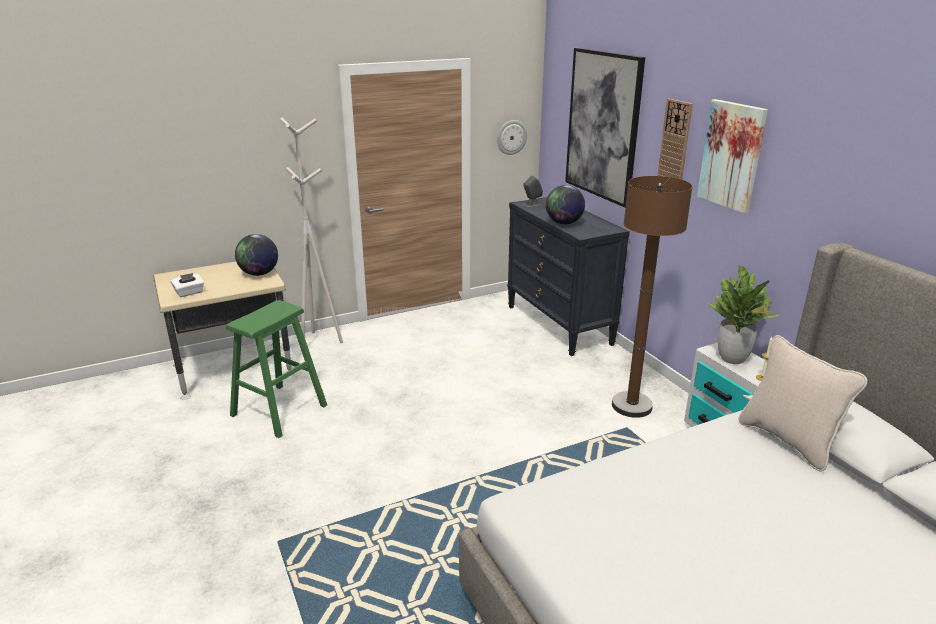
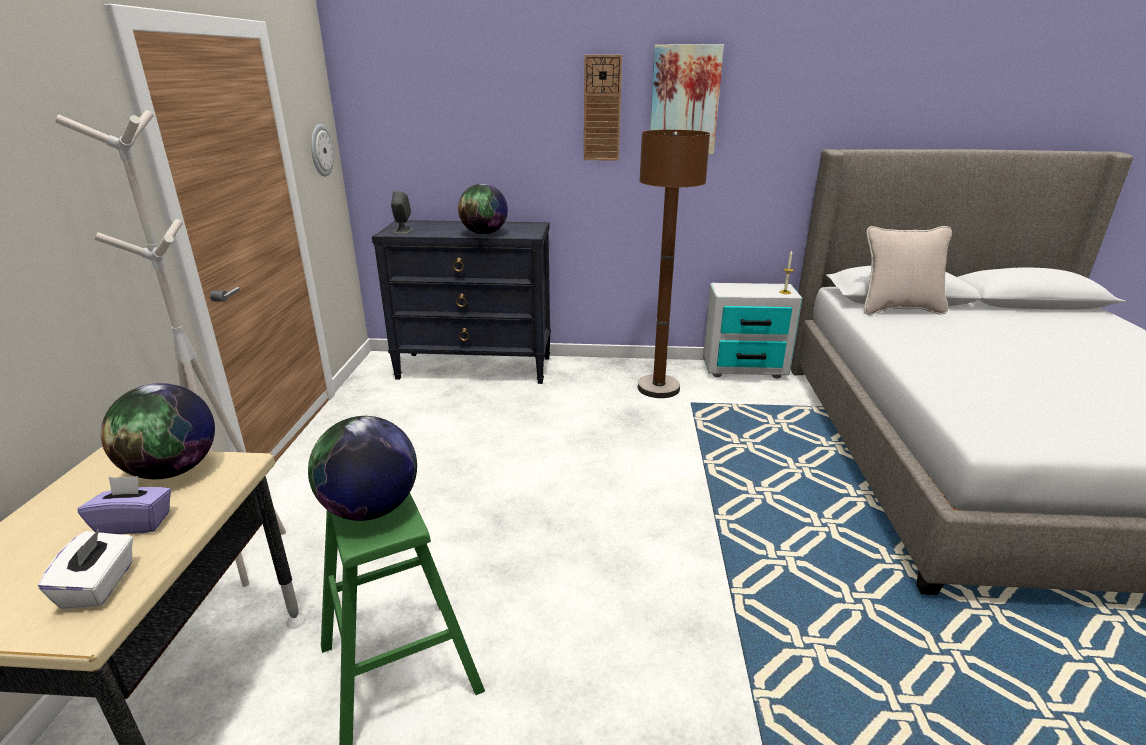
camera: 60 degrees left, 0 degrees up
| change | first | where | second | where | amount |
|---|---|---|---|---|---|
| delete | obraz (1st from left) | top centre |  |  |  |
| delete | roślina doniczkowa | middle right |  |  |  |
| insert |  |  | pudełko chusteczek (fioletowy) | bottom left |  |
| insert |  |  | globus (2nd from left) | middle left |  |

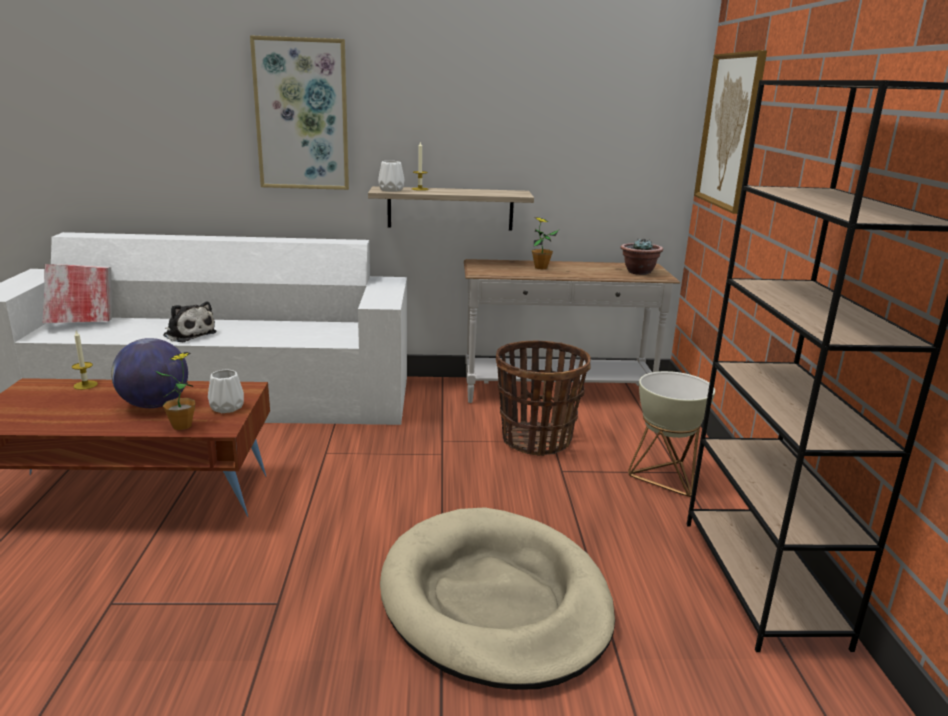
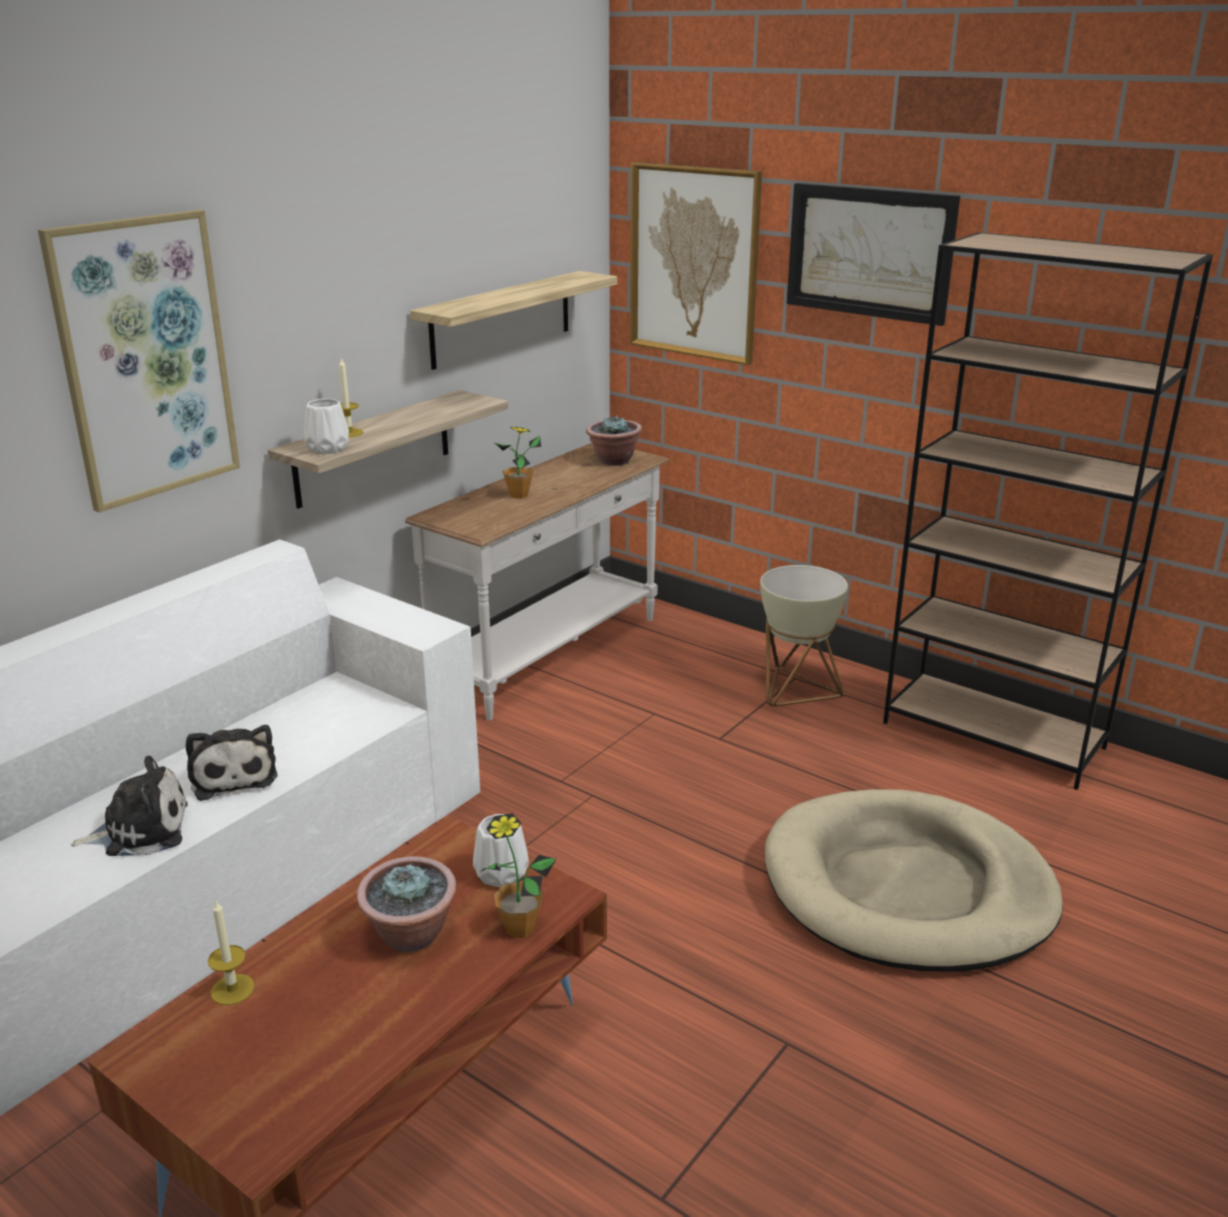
camera: 50 degrees left, 5 degrees up
| change | first | where | second | where | amount |
|---|---|---|---|---|---|
| delete | koszyk | centre |  |  |  |
| insert |  |  | pluszak (2nd from left) | middle left |  |
| insert |  |  | półka (2nd from left) | top centre |  |
| insert |  |  | obraz (3rd from left) | top right |  |
| replace | globus | middle left | roślina doniczkowa (1st from left) | bottom left |  |

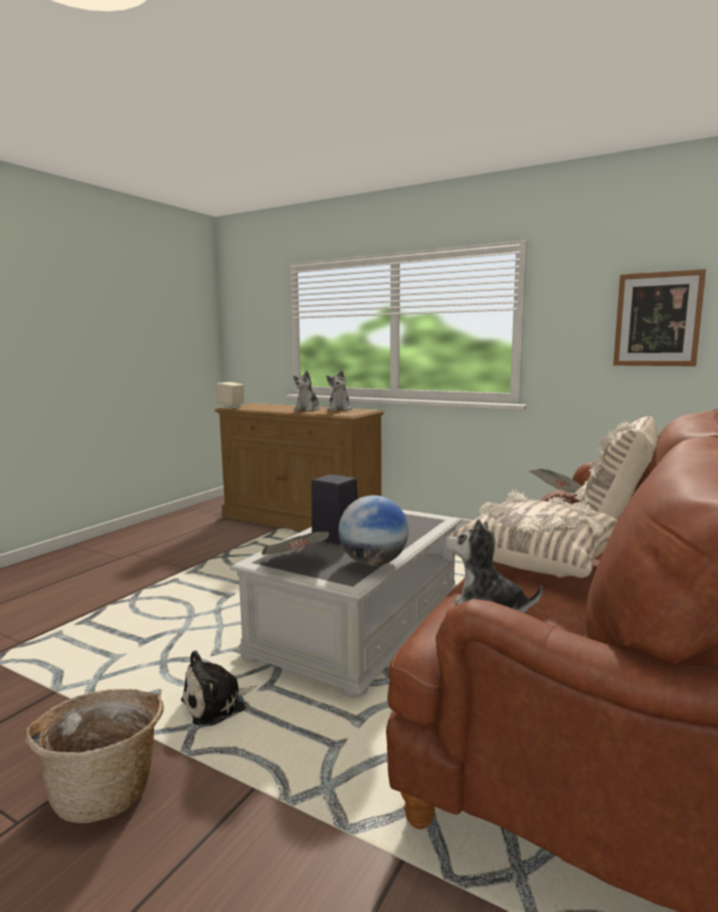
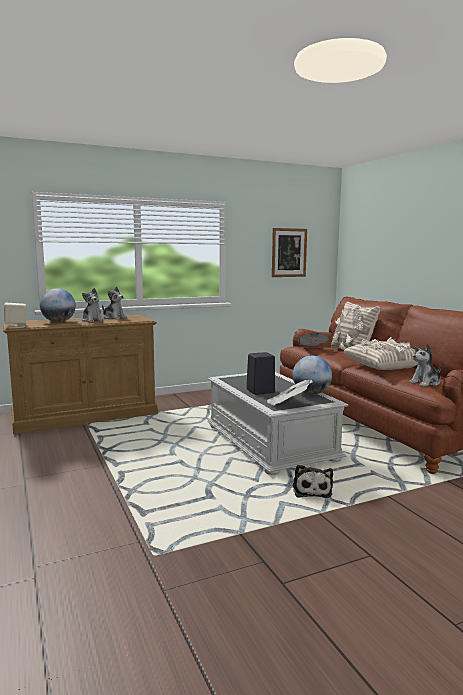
camera: 55 degrees left, 0 degrees up
| change | first | where | second | where | amount |
|---|---|---|---|---|---|
| delete | koszyk | bottom left |  |  |  |
| insert |  |  | globus (1st from left) | middle left |  |

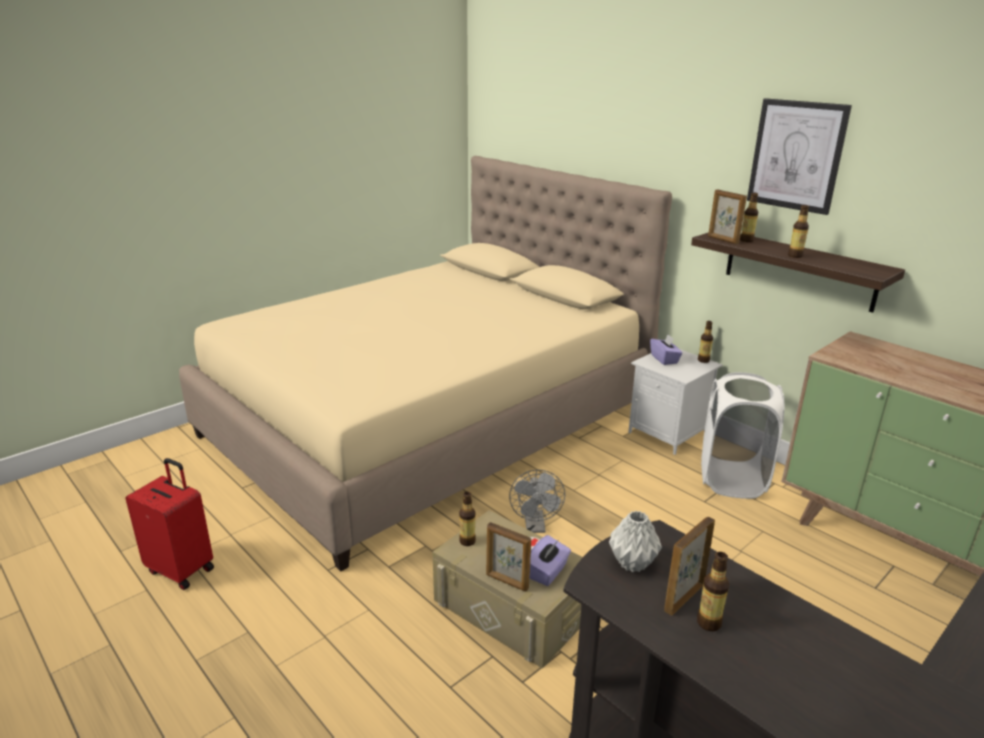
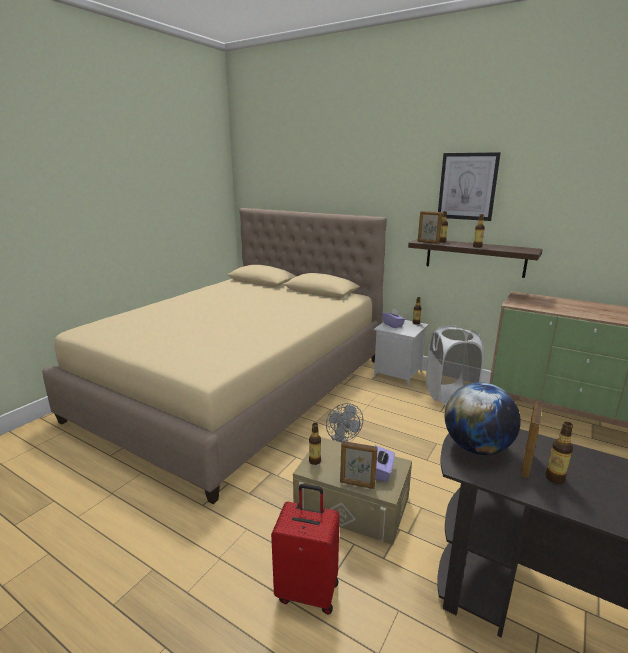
camera: 15 degrees left, 5 degrees down
| change | first | where | second | where | amount |
|---|---|---|---|---|---|
| move | walizka (czerwony) | bottom left |  | bottom centre |  |
| replace | wazon (szary) | bottom centre | globus | middle right |  |

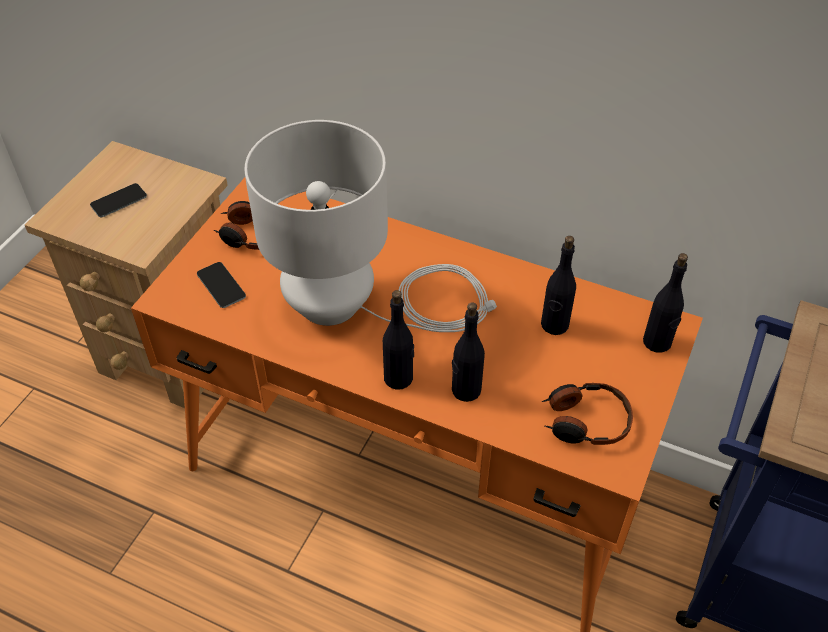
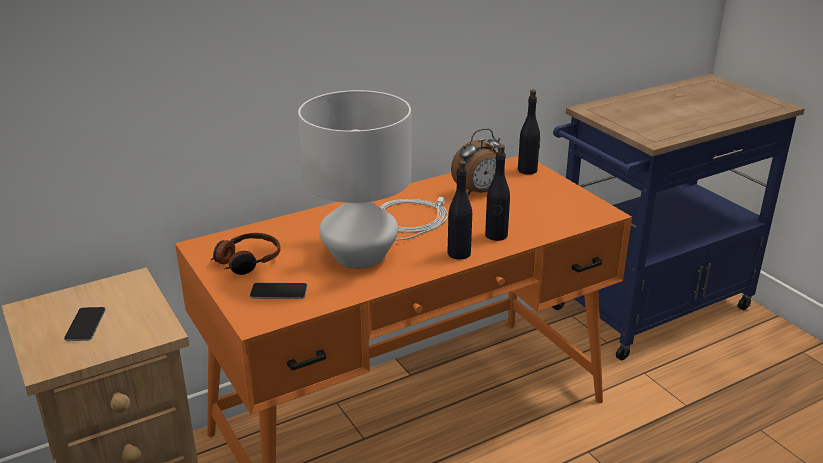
camera: 55 degrees left, 20 degrees down
| change | first | where | second | where | amount |
|---|---|---|---|---|---|
| delete | słuchawki (2nd from left) | middle right |  |  |  |
| replace | butelka (czarny) (3rd from left) | middle right | budzik | centre |  |

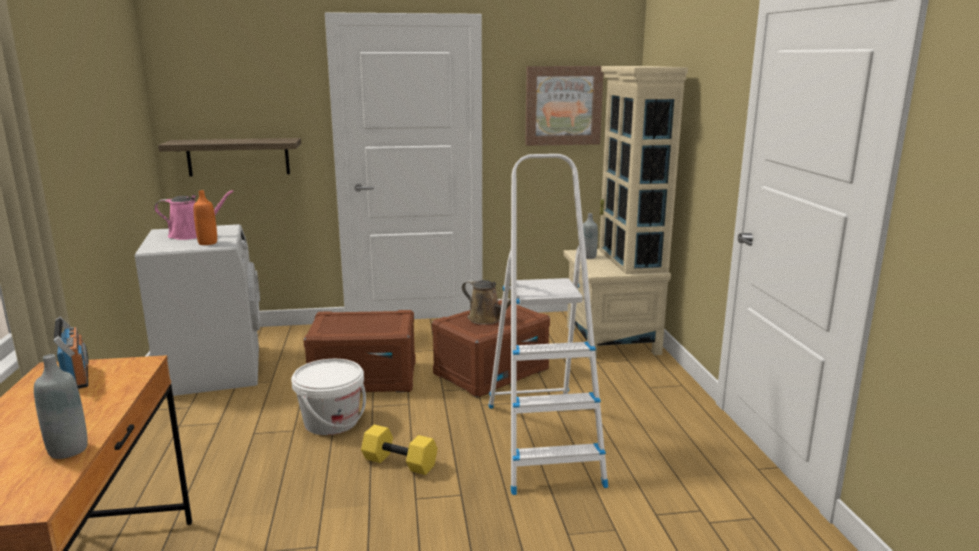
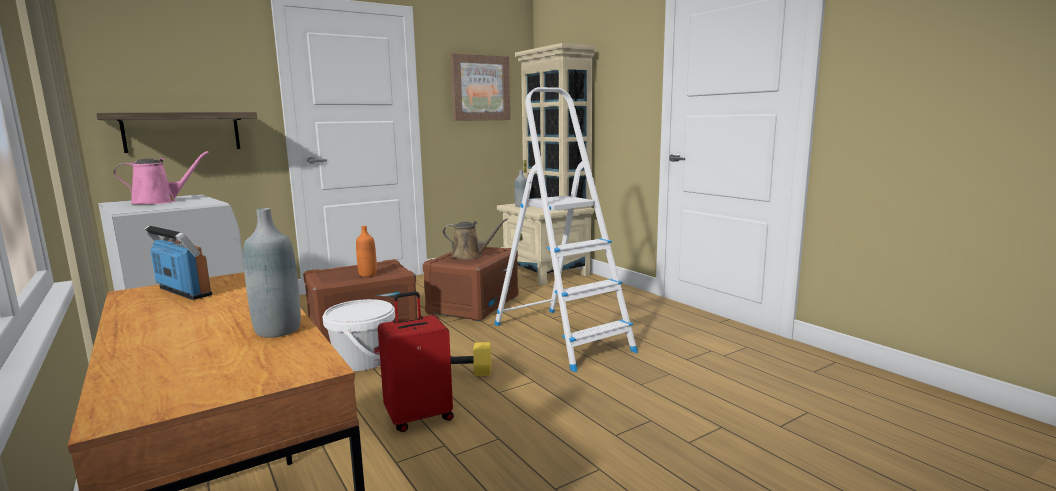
camera: 25 degrees left, 5 degrees down
| change | first | where | second | where | amount |
|---|---|---|---|---|---|
| insert |  |  | walizka (czerwony) | bottom centre |  |
| move | butelka (pomarańczowy) | middle left |  | centre |  |

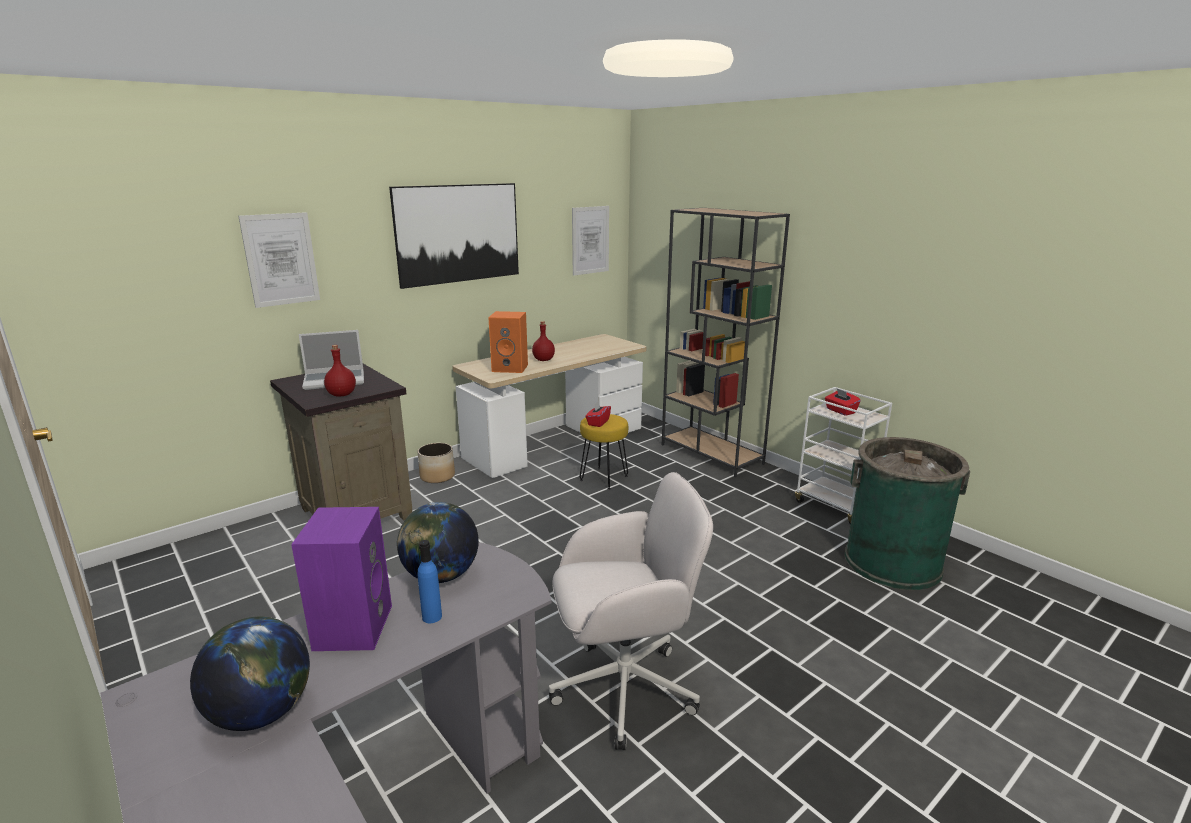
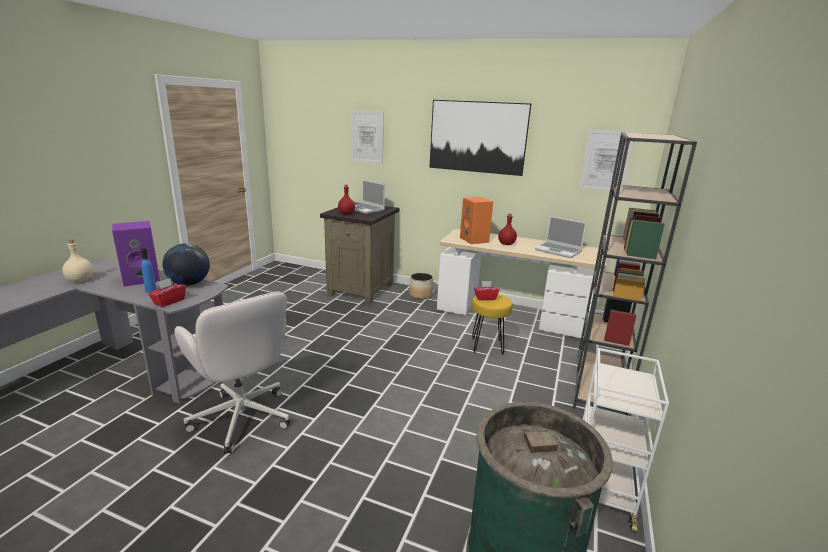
camera: 60 degrees right, 0 degrees up
| change | first | where | second | where | amount |
|---|---|---|---|---|---|
| insert |  |  | laptop (2nd from left) | middle right |  |
| move | pudełko chusteczek (czerwony) (2nd from left in the first image) | middle right | pudełko chusteczek (czerwony) (1st from left) | middle left |  |
| replace | globus (1st from left) | bottom left | butelka (beżowy) | middle left |  |

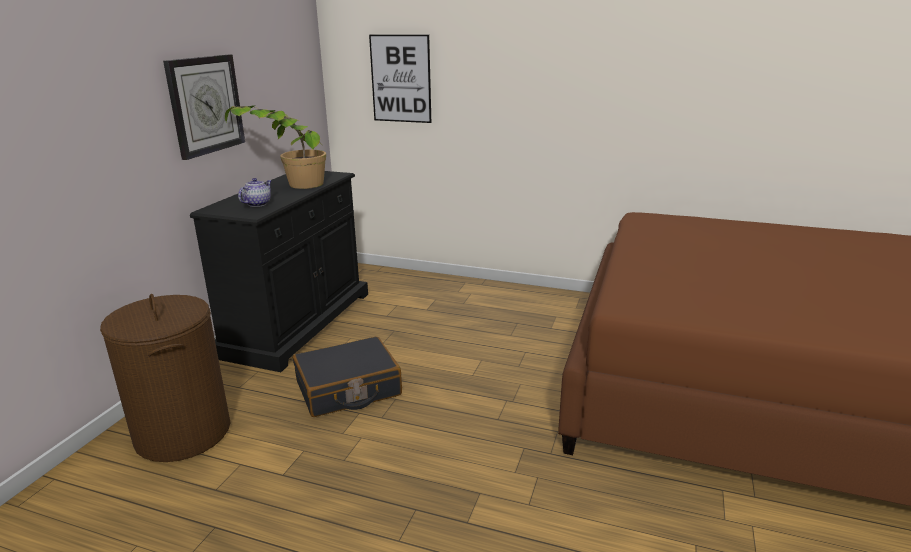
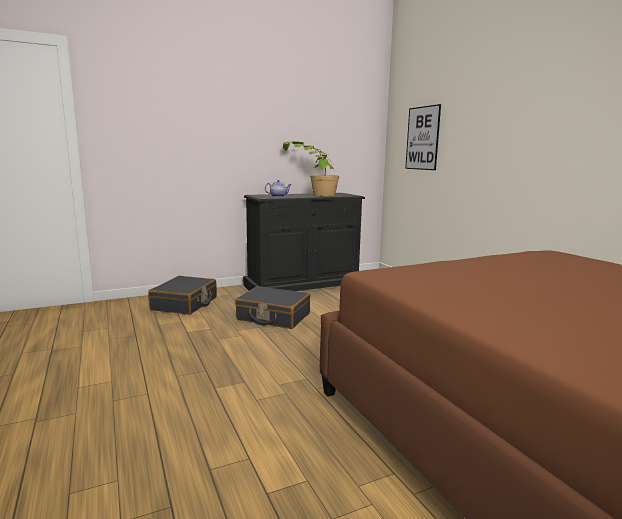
camera: 45 degrees right, 10 degrees down
| change | first | where | second | where | amount |
|---|---|---|---|---|---|
| delete | zegar ścienny | top left |  |  |  |
| replace | kosz na pranie (brązowy) | bottom left | walizka (czarny) (1st from left) | middle left |  |

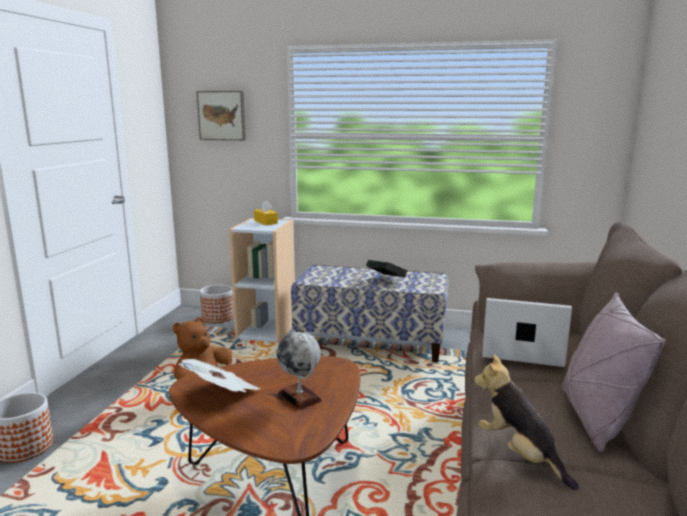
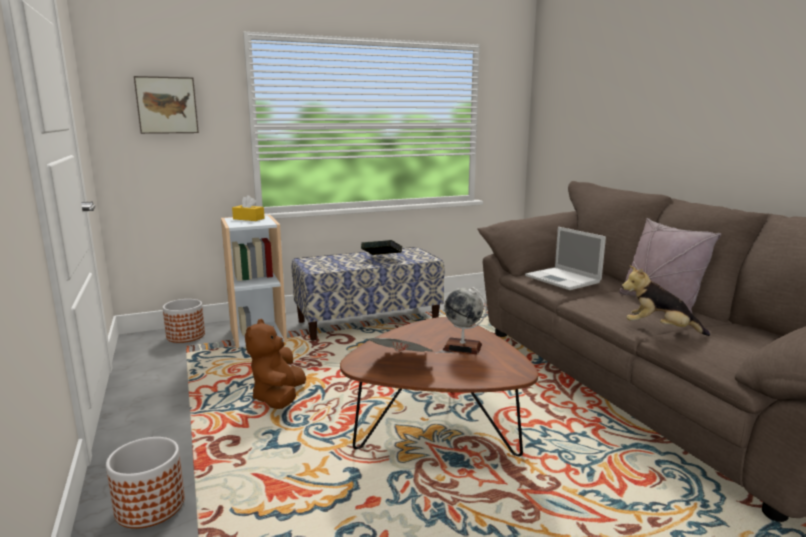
camera: 35 degrees left, 0 degrees up
| change | first | where | second | where | amount |
|---|---|---|---|---|---|
| rotate | laptop | middle right |  | middle right | 105 degrees counterclockwise |

